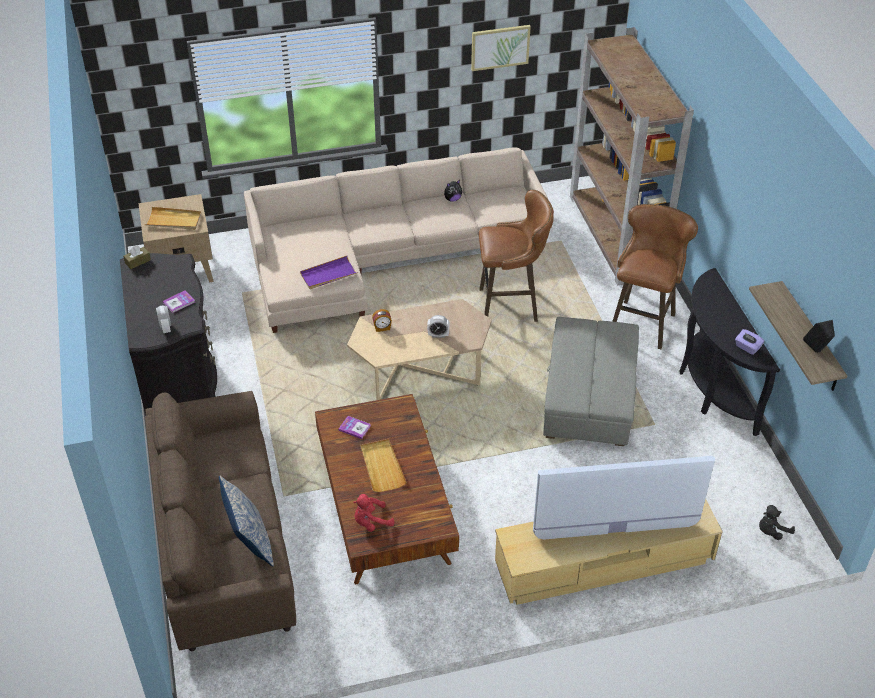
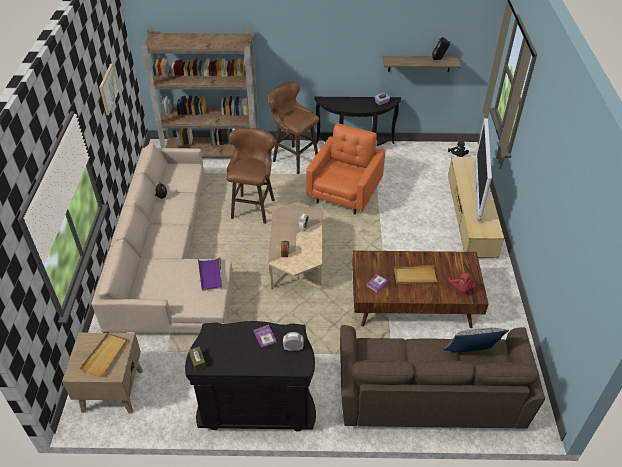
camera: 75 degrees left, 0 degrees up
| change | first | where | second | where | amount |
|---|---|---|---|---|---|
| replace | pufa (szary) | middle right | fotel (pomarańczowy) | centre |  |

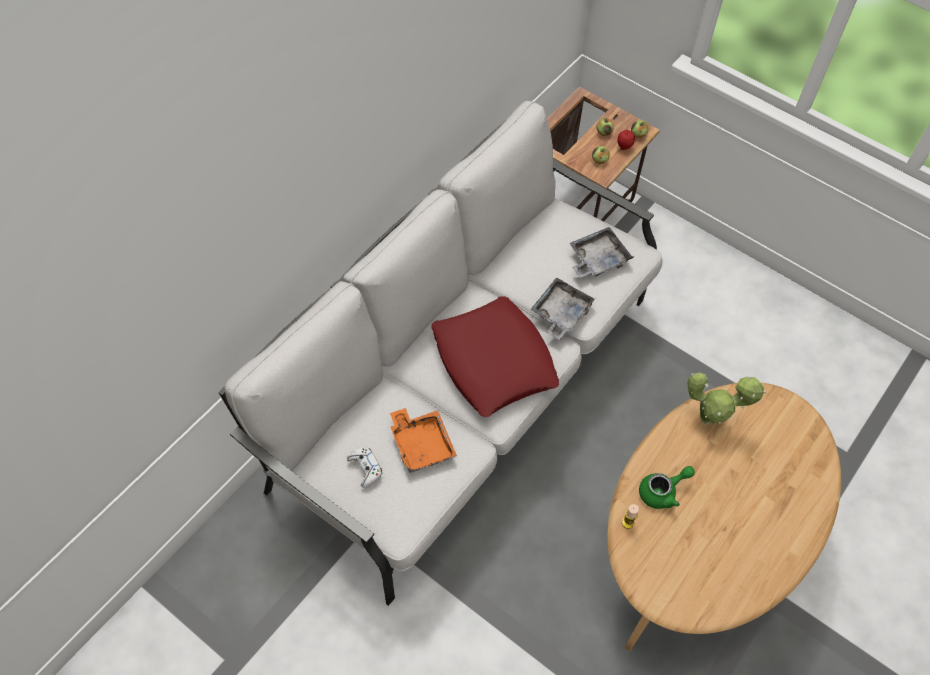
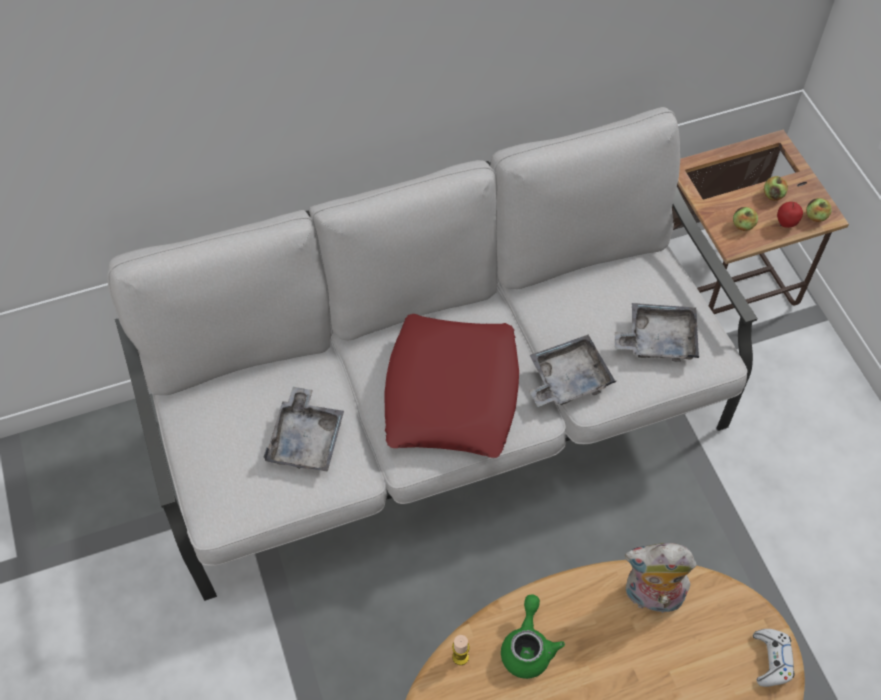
camera: 35 degrees right, 0 degrees up
| change | first | where | second | where | amount |
|---|---|---|---|---|---|
| move | pad do gier (biały) | bottom centre |  | bottom right |  |
| replace | roślina doniczkowa | middle right | pluszak | bottom right |  |
| recolor | taca (pomarańczowy) | centre | taca (szary) (1st from left) | centre |  |
| rotate | imbryk (zielony) | bottom right |  | bottom centre | 90 degrees counterclockwise |

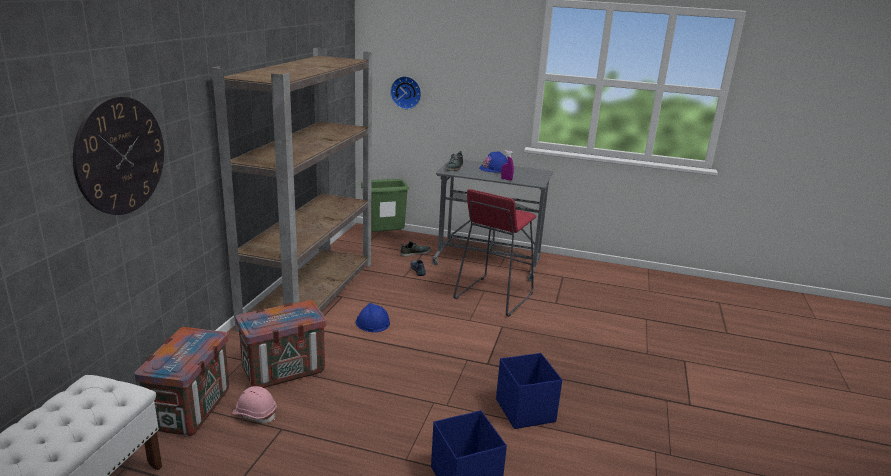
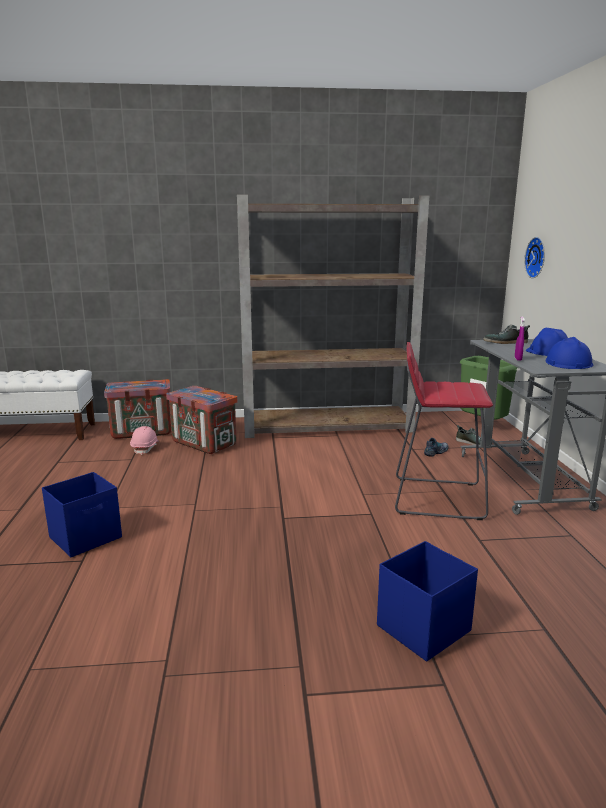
camera: 70 degrees right, 5 degrees down
| change | first | where | second | where | amount |
|---|---|---|---|---|---|
| delete | zegar ścienny (1st from left) | top left |  |  |  |
| move | kask (niebieski) (1st from left in the first image) | centre | kask (niebieski) (2nd from left) | middle right |  |
| move | pojemnik do przechowywania (niebieski) (2nd from left) | bottom centre |  | bottom right |  |

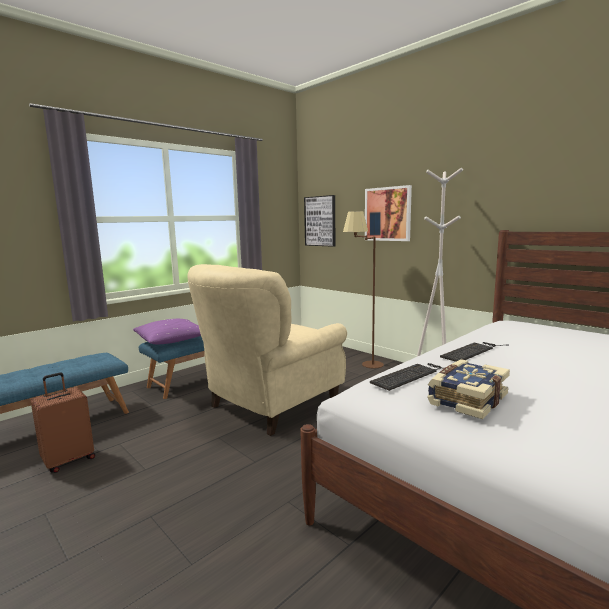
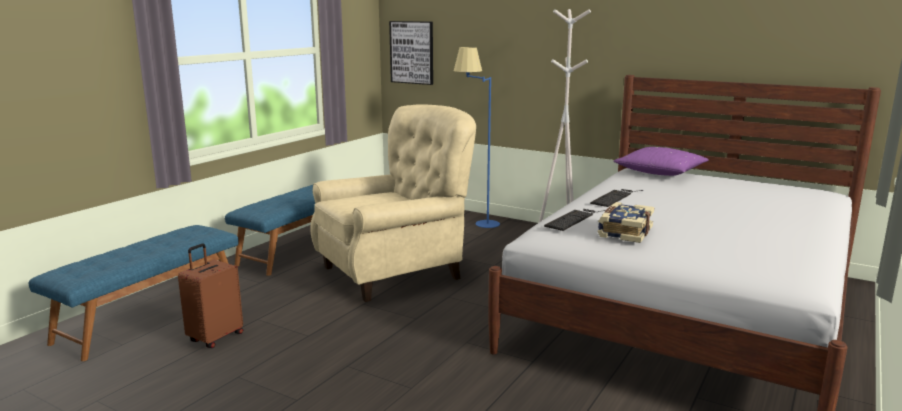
camera: 15 degrees left, 5 degrees up
| change | first | where | second | where | amount |
|---|---|---|---|---|---|
| delete | obraz (2nd from left) | centre |  |  |  |
| move | poduszka (fioletowy) | middle left |  | middle right |  |
| recolor | lampa stojąca (brązowy) | centre | lampa stojąca (niebieski) | centre |  |
| rotate | fotel (beżowy) | centre |  | centre | 150 degrees counterclockwise |

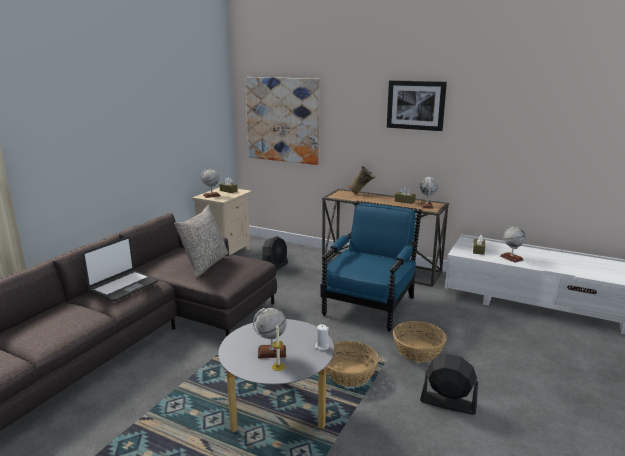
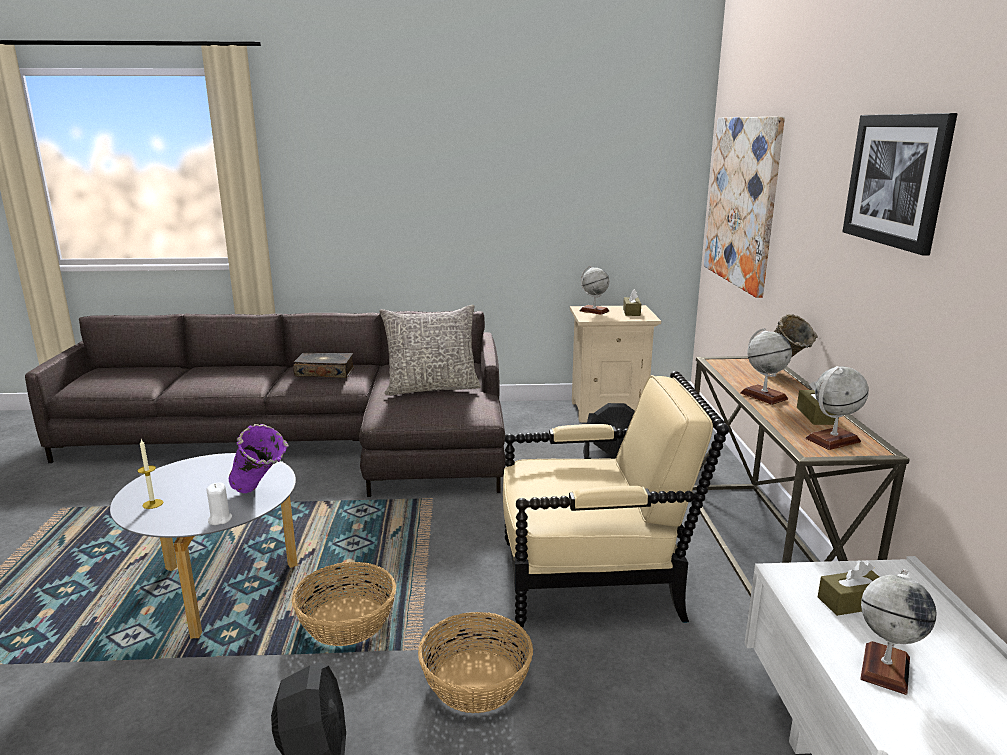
camera: 60 degrees right, 0 degrees up
| change | first | where | second | where | amount |
|---|---|---|---|---|---|
| insert |  |  | wazon (fioletowy) | middle left |  |
| move | globus (2nd from left) | bottom centre |  | middle right |  |
| replace | laptop | middle left | książka | middle left |  |
| recolor | fotel (niebieski) | centre | fotel (beżowy) | centre |  |

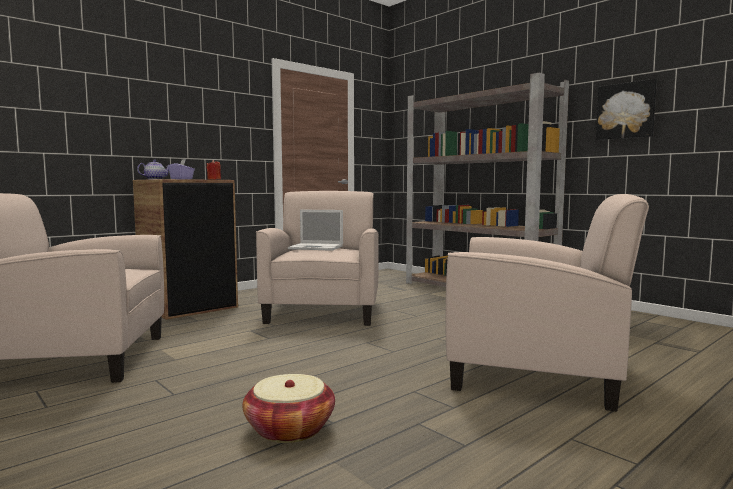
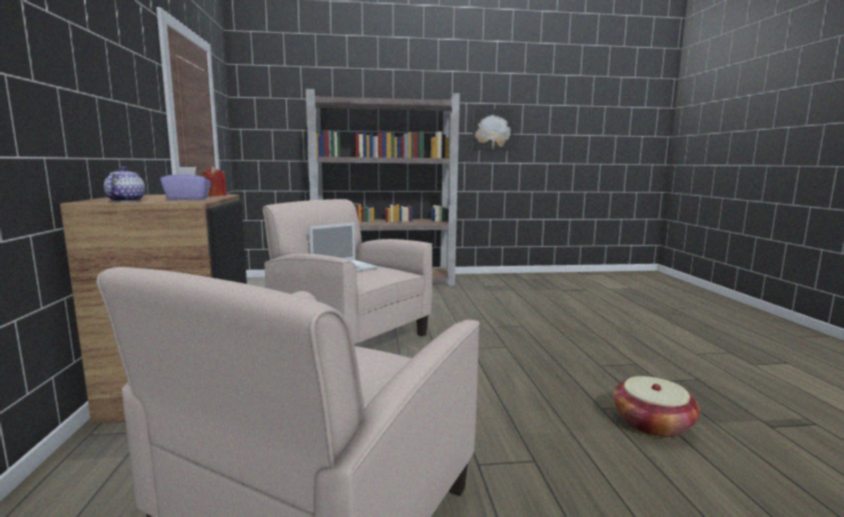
camera: 55 degrees left, 5 degrees up
| change | first | where | second | where | amount |
|---|---|---|---|---|---|
| delete | fotel (beżowy) (3rd from left) | middle right |  |  |  |

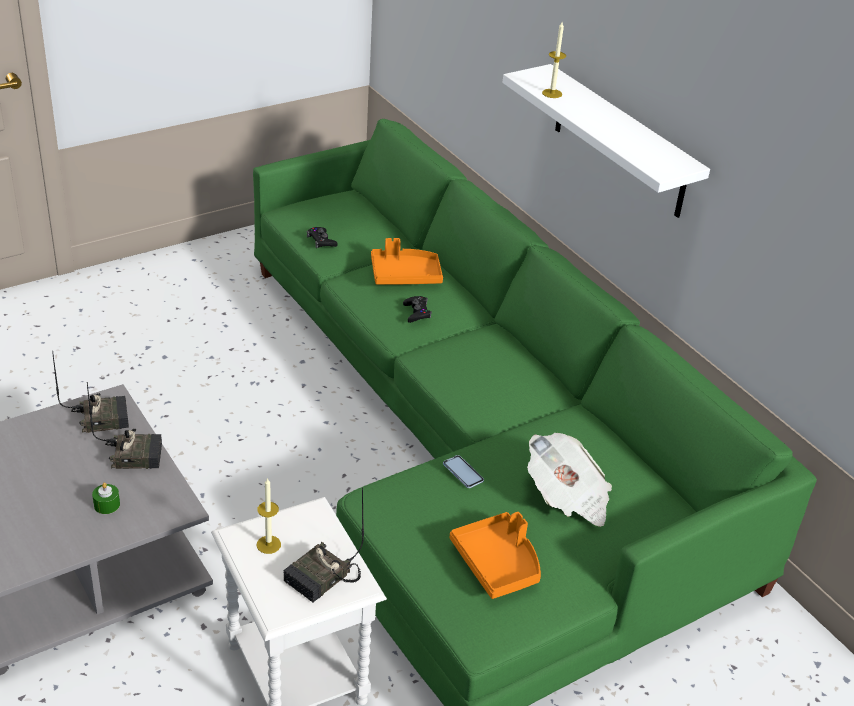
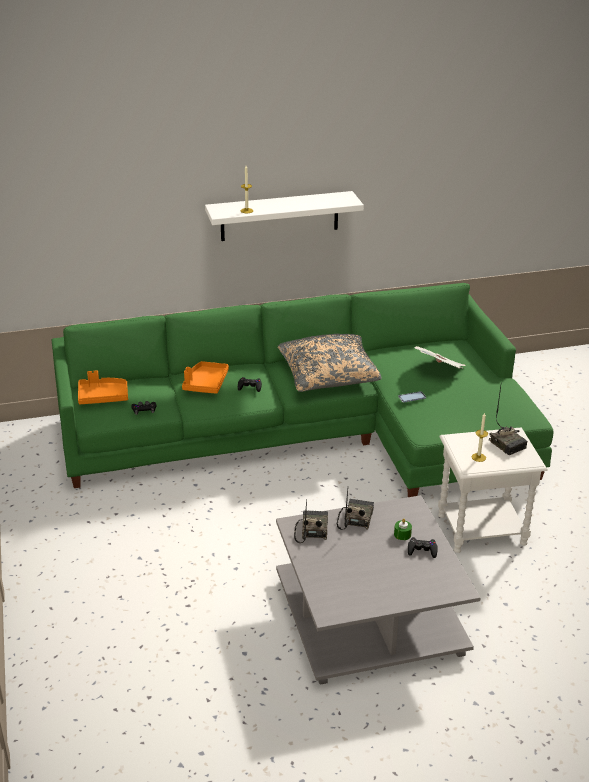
camera: 70 degrees left, 5 degrees down
| change | first | where | second | where | amount |
|---|---|---|---|---|---|
| insert |  |  | poduszka (szary) | centre |  |
| insert |  |  | pad do gier (czarny) (3rd from left) | bottom right |  |
| move | taca (pomarańczowy) (2nd from left in the first image) | bottom centre | taca (pomarańczowy) (1st from left) | middle left |  |

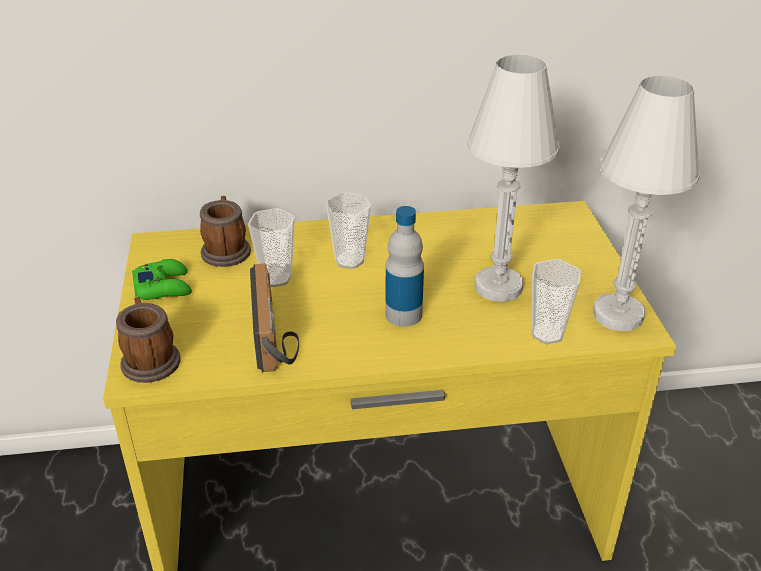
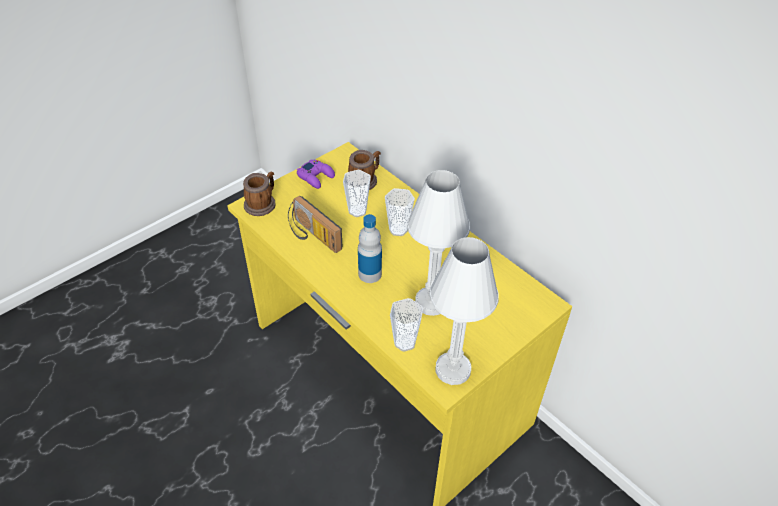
camera: 55 degrees right, 10 degrees up
| change | first | where | second | where | amount |
|---|---|---|---|---|---|
| recolor | pad do gier (zielony) | middle left | pad do gier (fioletowy) | centre |  |
| rotate | radio | centre |  | centre | 90 degrees clockwise |

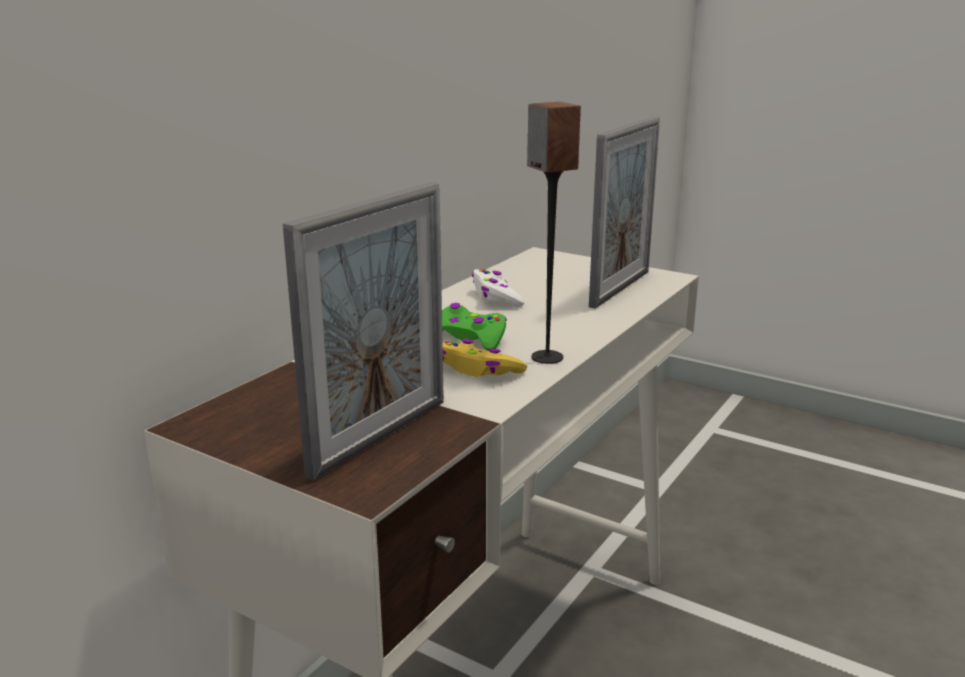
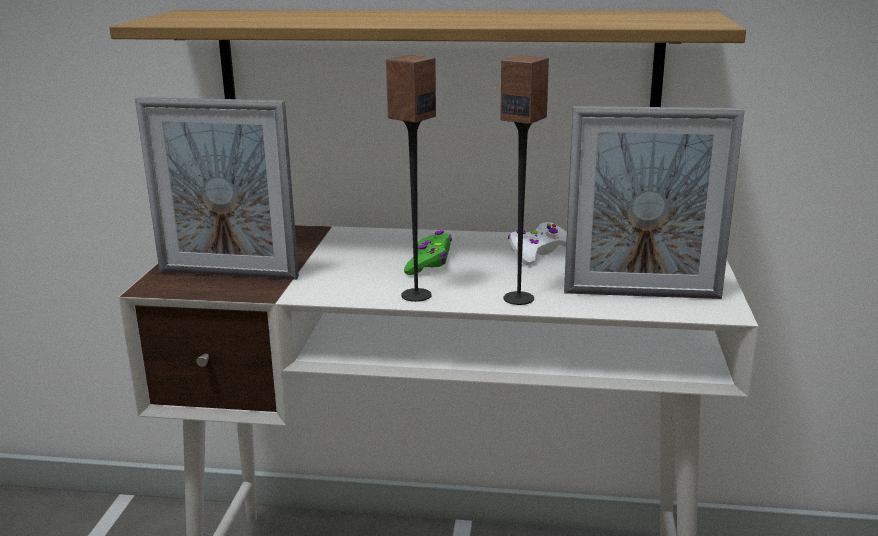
camera: 65 degrees right, 0 degrees up
| change | first | where | second | where | amount |
|---|---|---|---|---|---|
| delete | pad do gier (żółty) | centre |  |  |  |
| insert |  |  | półka | top centre |  |
| insert |  |  | głośnik (2nd from left) | centre |  |

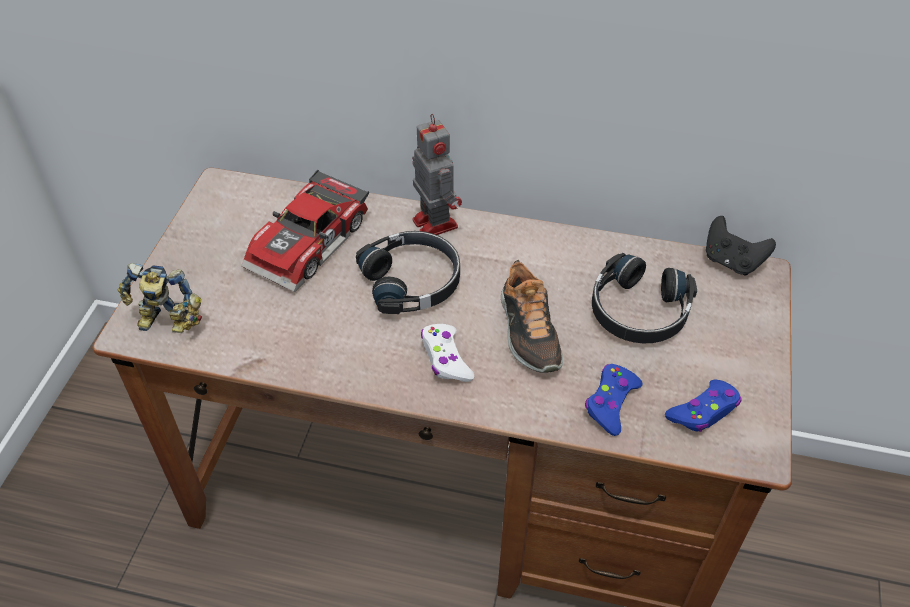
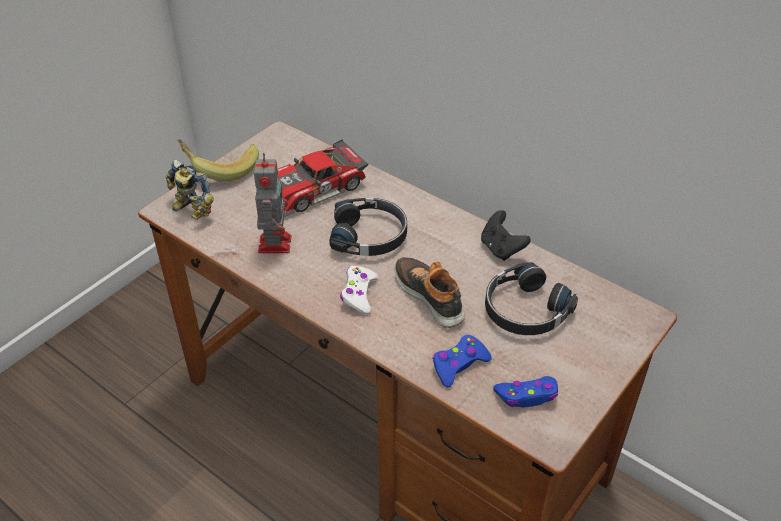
camera: 25 degrees right, 5 degrees down
| change | first | where | second | where | amount |
|---|---|---|---|---|---|
| insert |  |  | banan | top left |  |
| move | robot zabawkowy (2nd from left) | top centre |  | centre |  |
| move | pad do gier (czarny) | middle right |  | centre |  |
| rotate | but | centre |  | centre | 135 degrees clockwise |

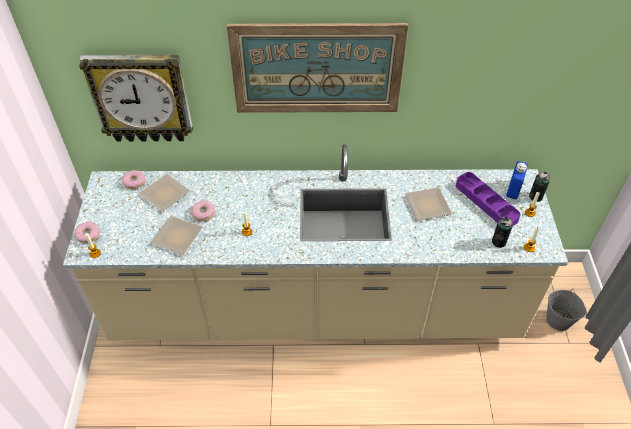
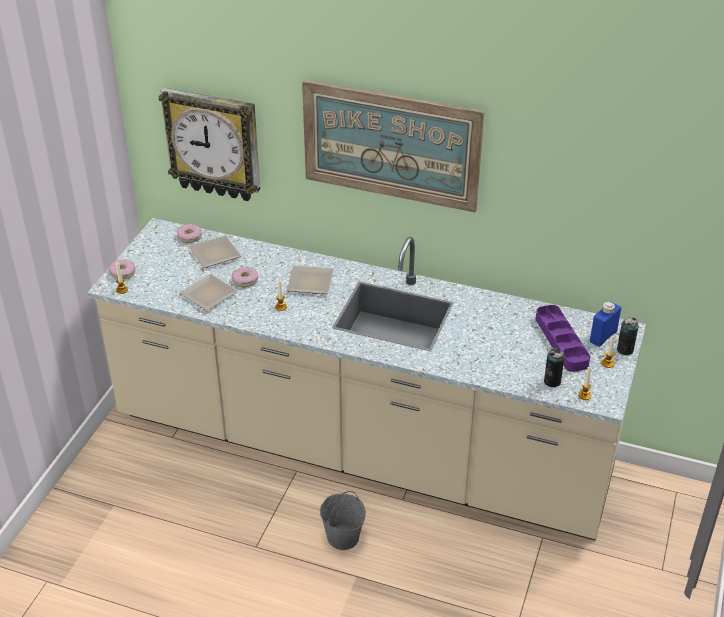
camera: 20 degrees right, 10 degrees down
| change | first | where | second | where | amount |
|---|---|---|---|---|---|
| move | talerz (3rd from left) | middle right |  | centre |  |
| move | wiadro (szary) | bottom right |  | bottom centre |  |

